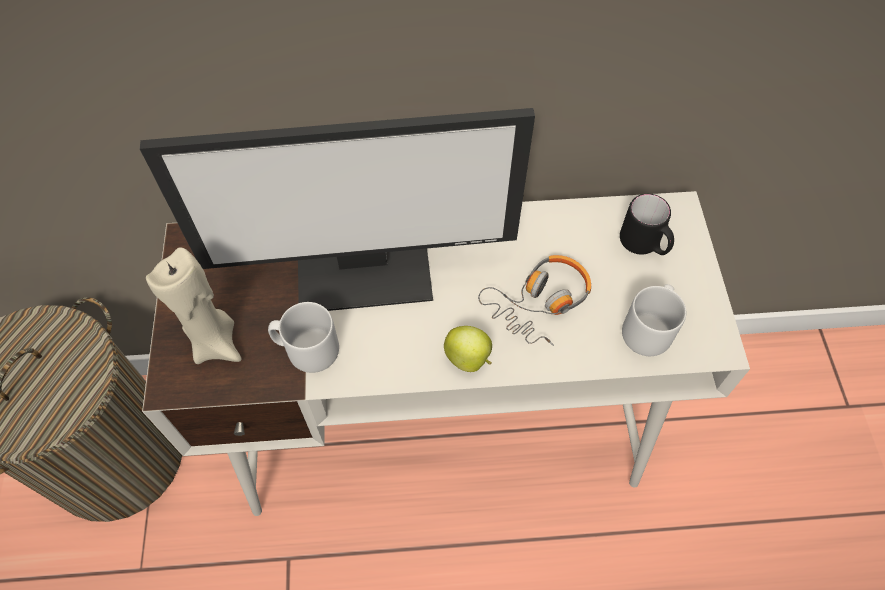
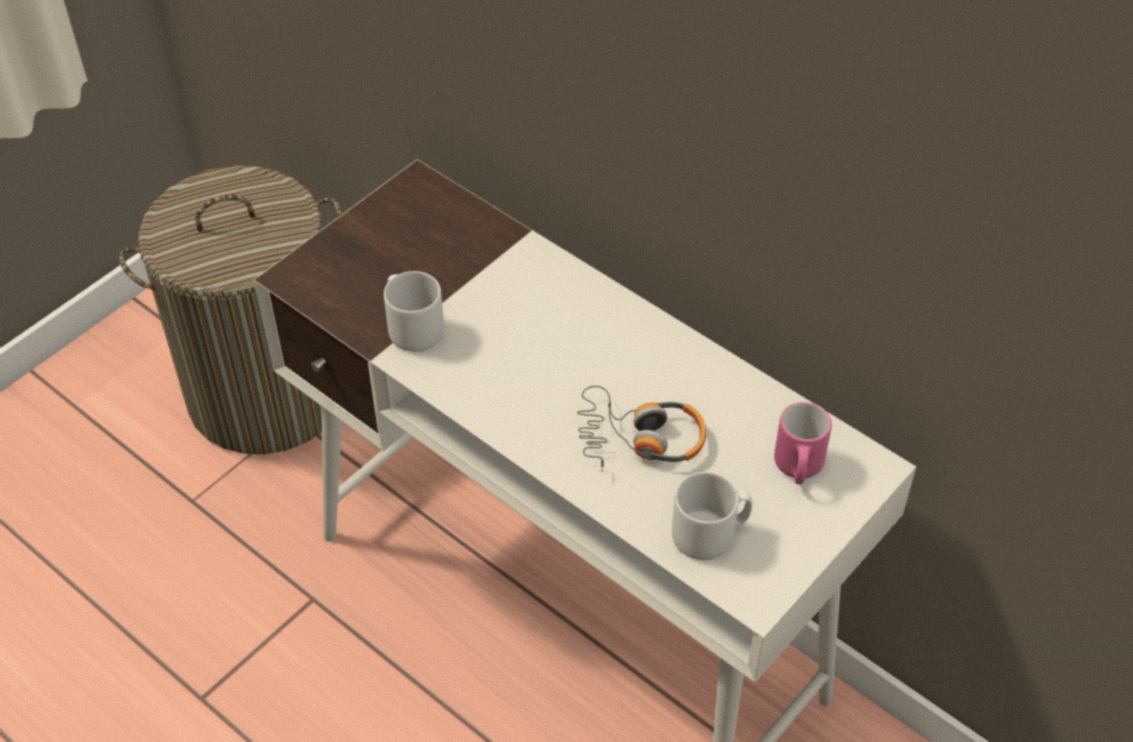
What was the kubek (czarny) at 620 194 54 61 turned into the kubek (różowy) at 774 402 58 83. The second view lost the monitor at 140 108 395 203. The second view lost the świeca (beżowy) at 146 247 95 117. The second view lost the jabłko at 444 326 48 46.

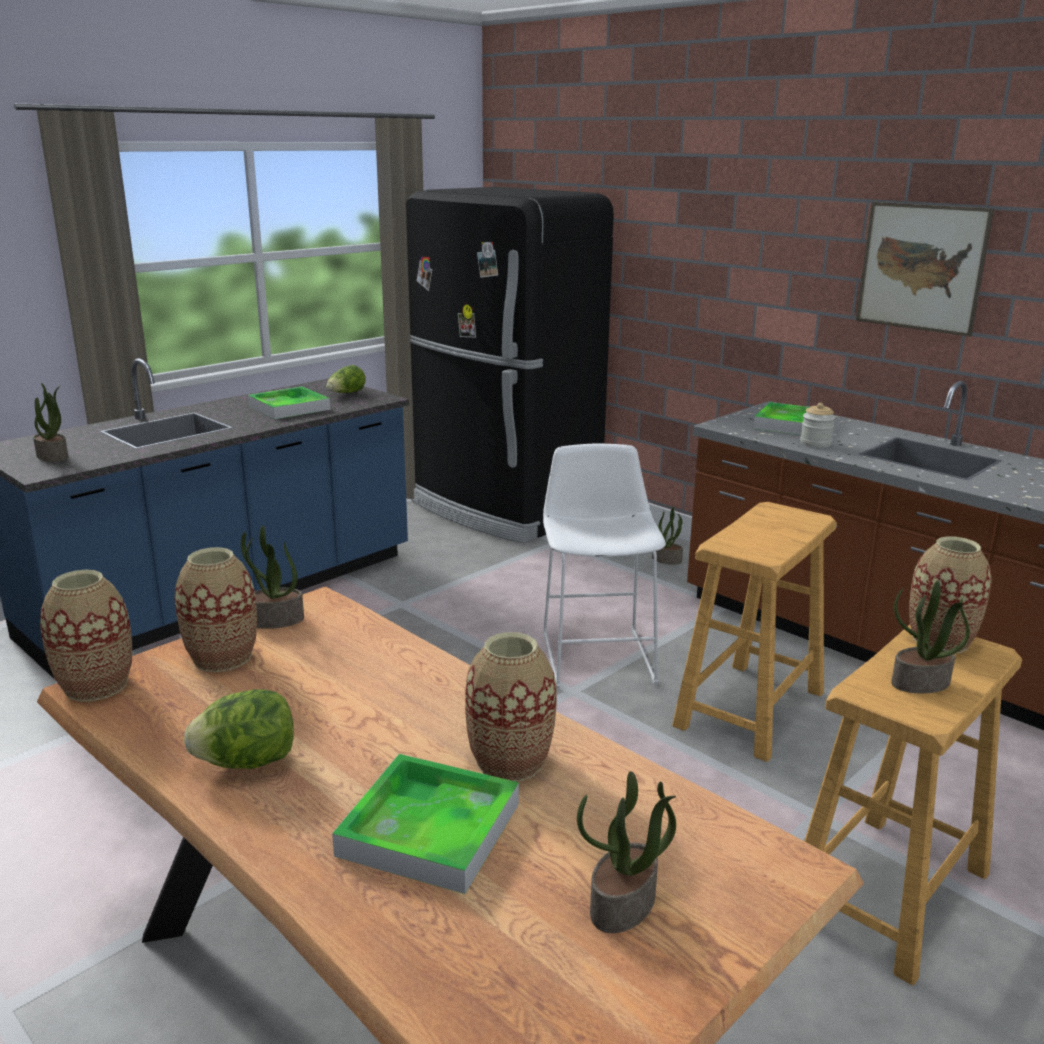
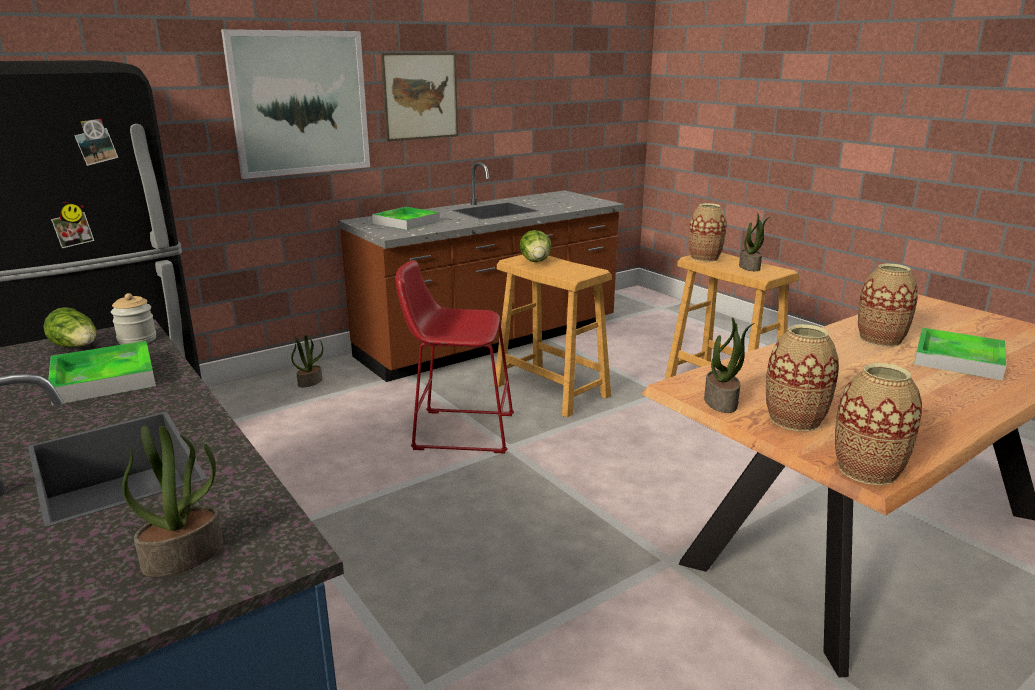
The słoik ended up elsewhere, having gone from 800 403 35 45 to 111 293 45 52. The second view gained the obraz at 221 29 149 150. What was the stołek (biały) at 543 443 123 247 turned into the stołek (czerwony) at 395 260 119 193. The sałata ended up elsewhere, having gone from 184 689 110 80 to 520 230 31 32. The second view lost the roślina doniczkowa at 577 771 99 162.

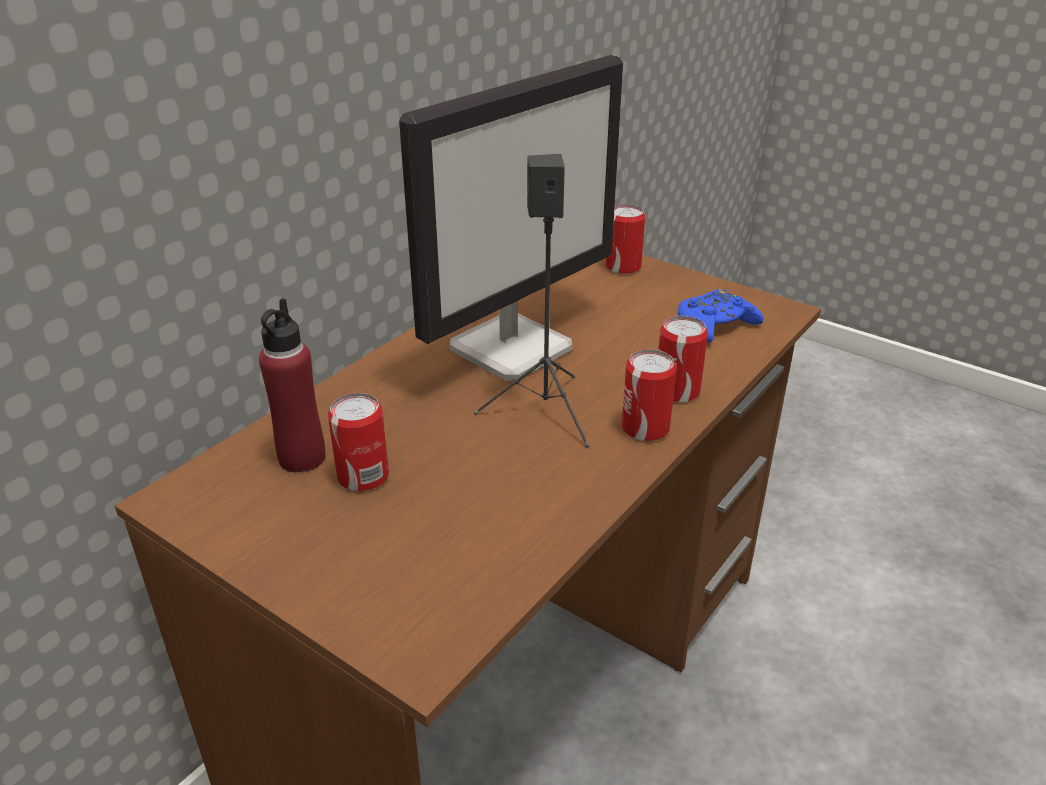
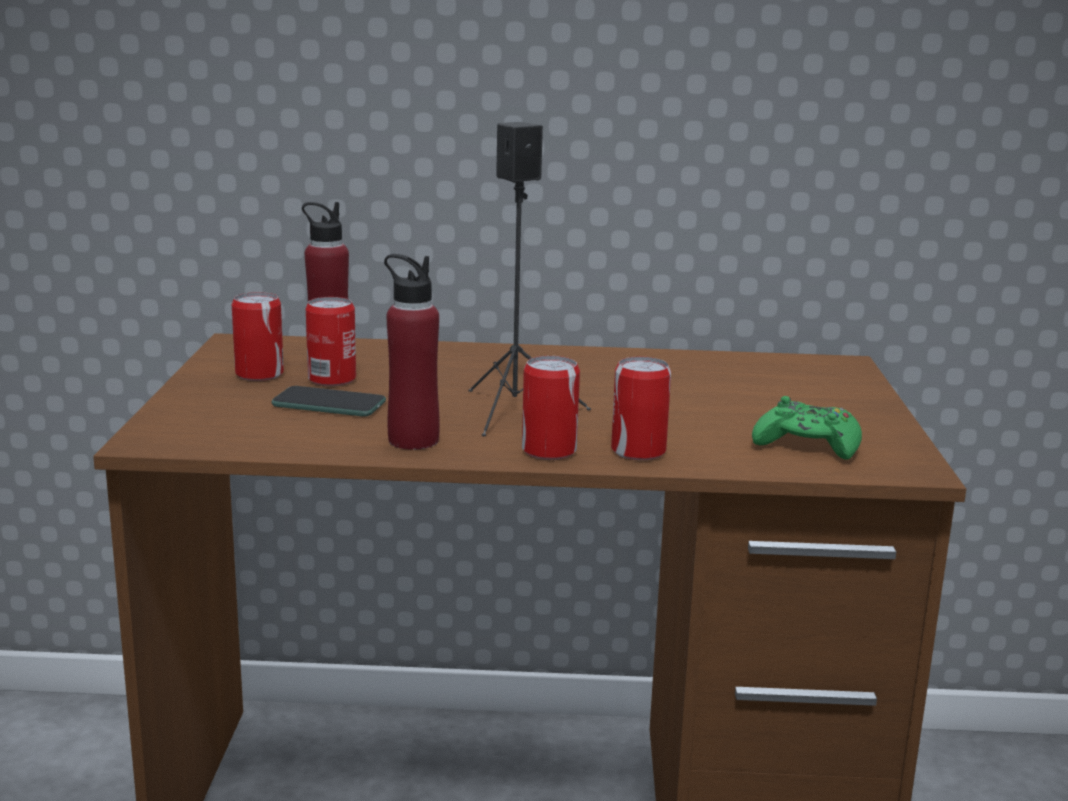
The puszka ended up elsewhere, having gone from 605 204 40 70 to 232 292 52 89. The second view gained the telefon at 272 386 114 30. The second view gained the butelka (czerwony) at 384 254 56 196. What was the pad do gier (niebieski) at 678 289 86 54 turned into the pad do gier (zielony) at 752 396 110 64. The second view lost the monitor at 399 55 224 326.

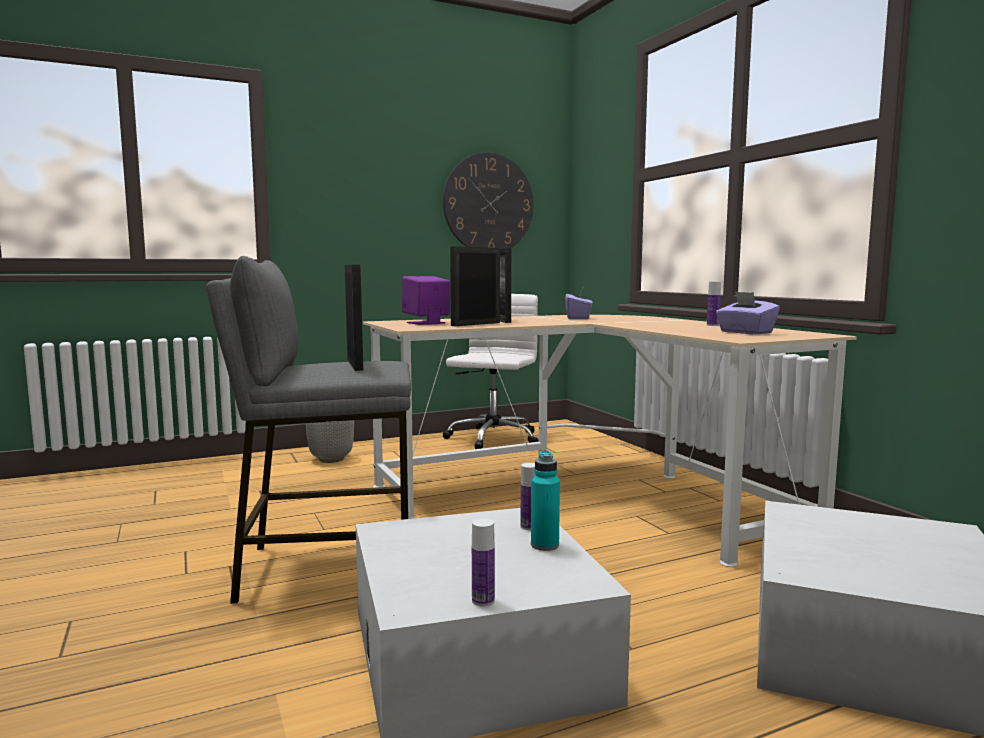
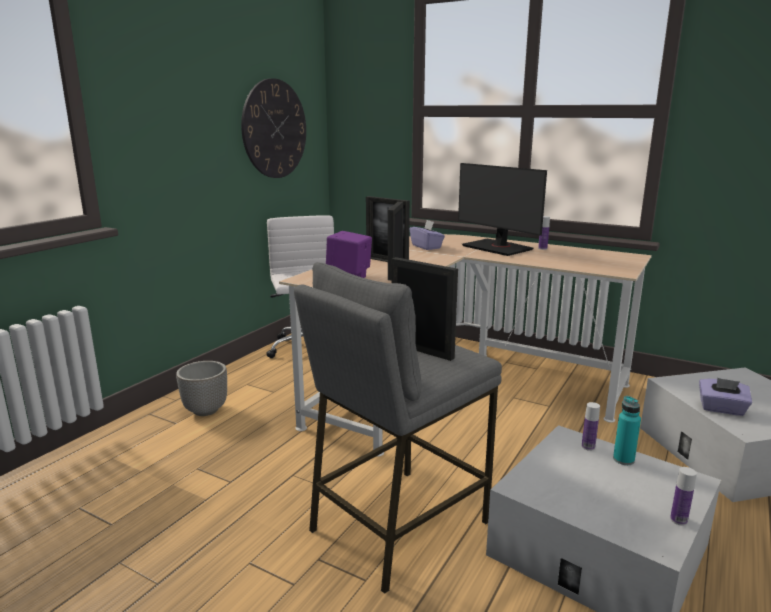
The second view gained the monitor at 458 163 89 93. The pudełko chusteczek (fioletowy) ended up elsewhere, having gone from 716 291 64 43 to 699 378 53 38.

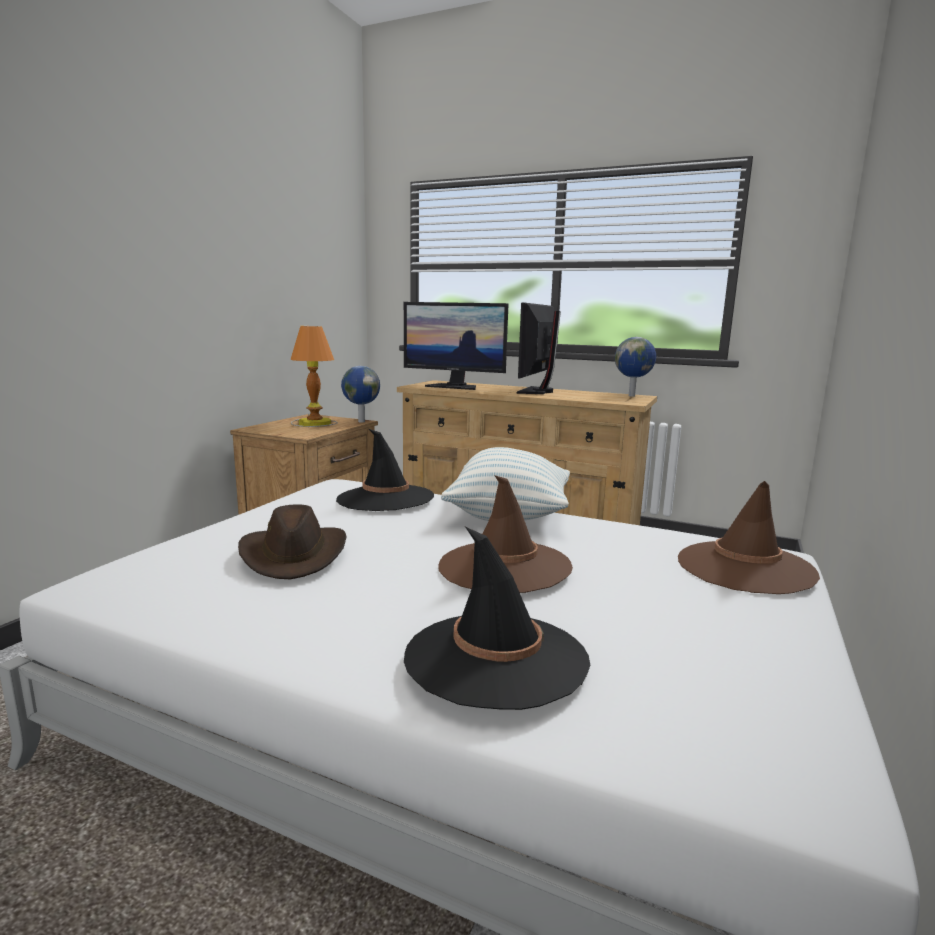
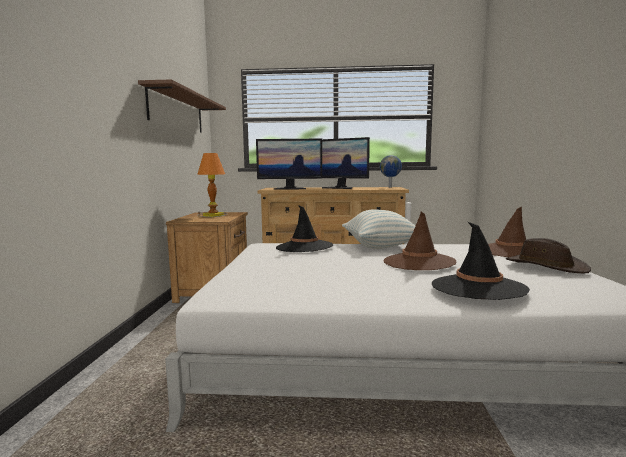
The second view gained the półka (brązowy) at 138 79 88 54. The monitor at 517 302 44 92 ended up facing another way, 60 degrees counterclockwise from before. The kapelusz (brązowy) ended up elsewhere, having gone from 238 504 109 75 to 506 238 85 36. The second view lost the globus at 341 366 39 56.

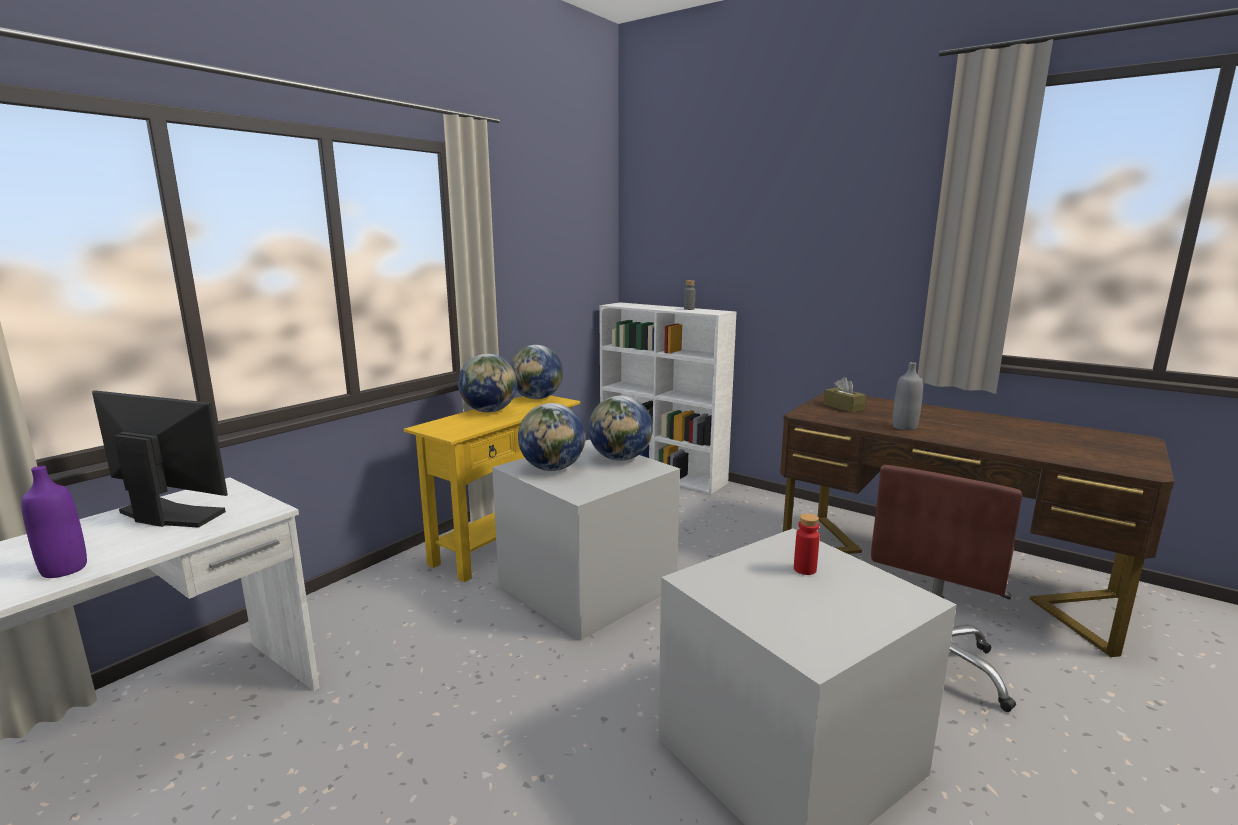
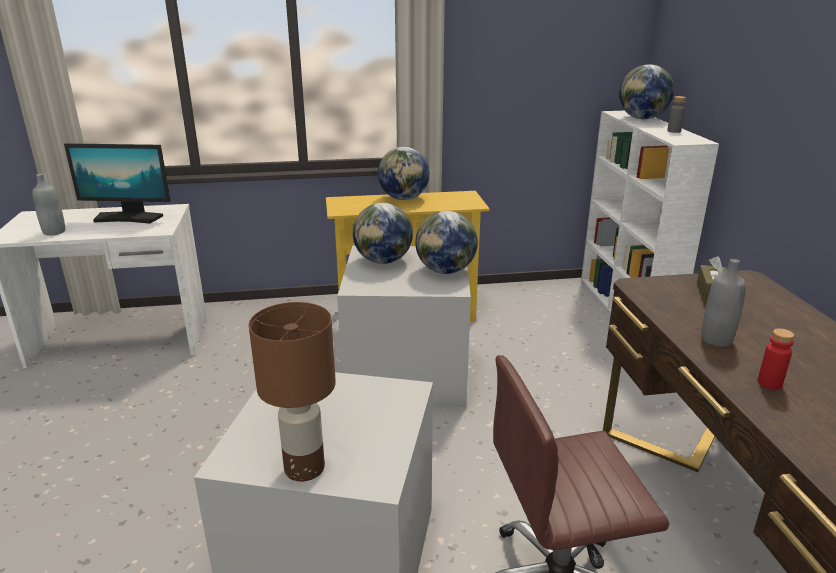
What was the butelka (fioletowy) at 21 466 66 112 turned into the butelka (szary) at 32 174 33 62. The monitor at 92 390 136 138 ended up facing another way, 120 degrees clockwise from before. The second view gained the lampa stołowa (brązowy) at 249 302 87 179. The globus ended up elsewhere, having gone from 510 345 53 54 to 619 64 55 55. The butelka (czerwony) ended up elsewhere, having gone from 794 513 26 62 to 757 328 37 62.

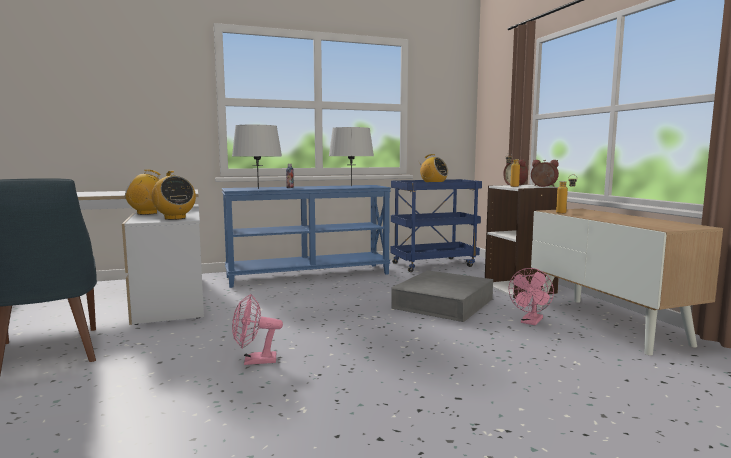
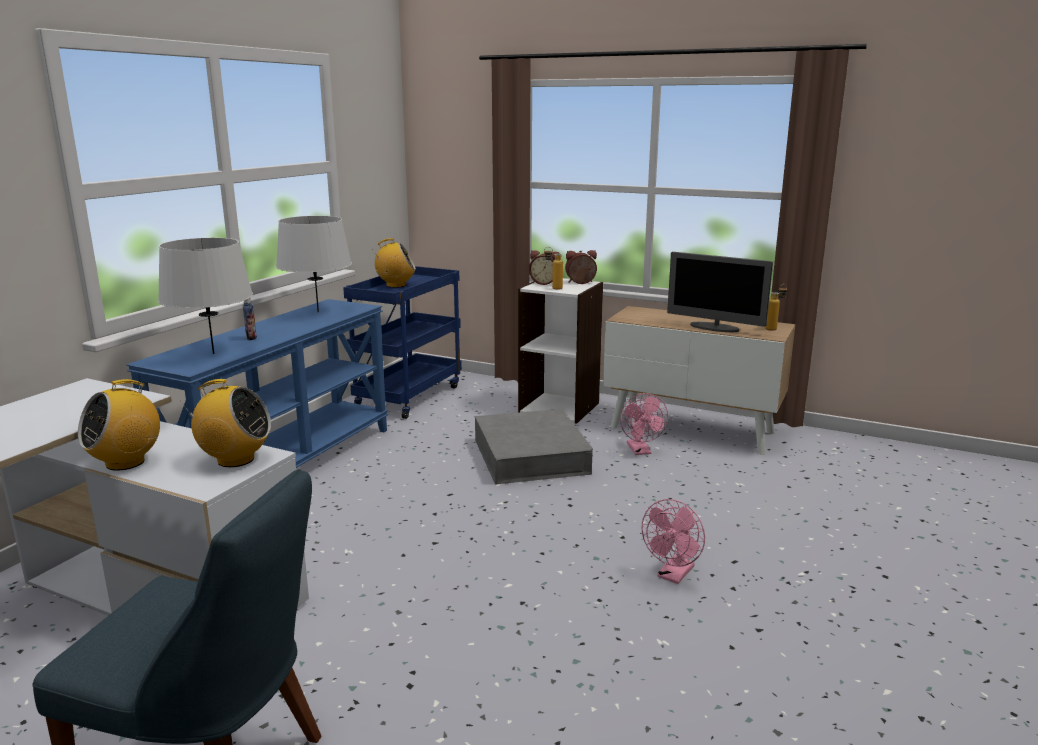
The wentylator (różowy) ended up elsewhere, having gone from 232 294 51 71 to 642 499 63 85. The second view gained the monitor at 667 252 106 80. The butelka ended up elsewhere, having gone from 556 174 21 40 to 765 284 22 47.

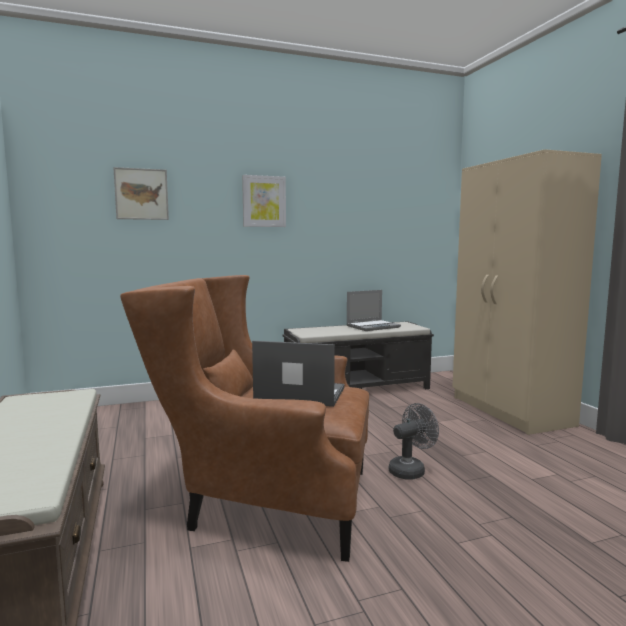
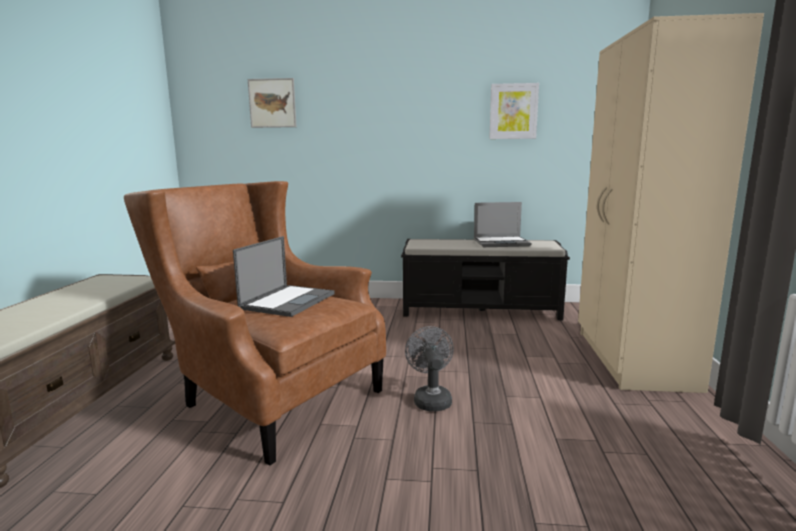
The laptop at 252 341 93 66 ended up facing another way, 75 degrees clockwise from before. The wentylator (szary) at 389 403 50 77 ended up facing another way, 90 degrees counterclockwise from before. The obraz ended up elsewhere, having gone from 242 175 44 52 to 489 83 50 56.

